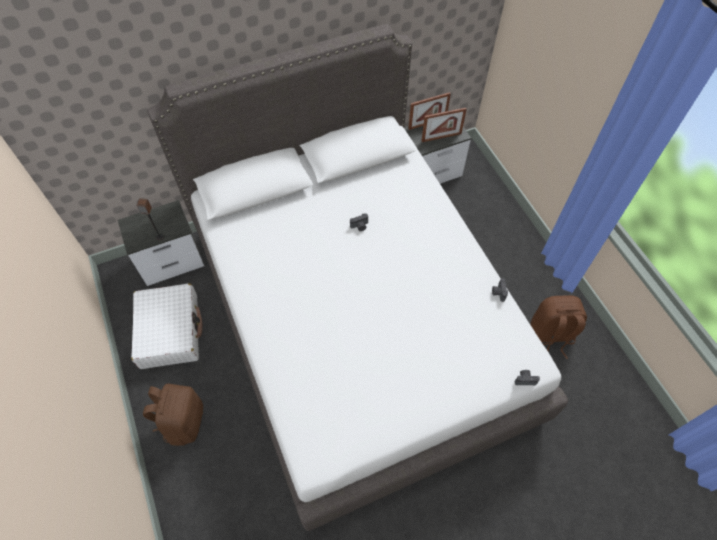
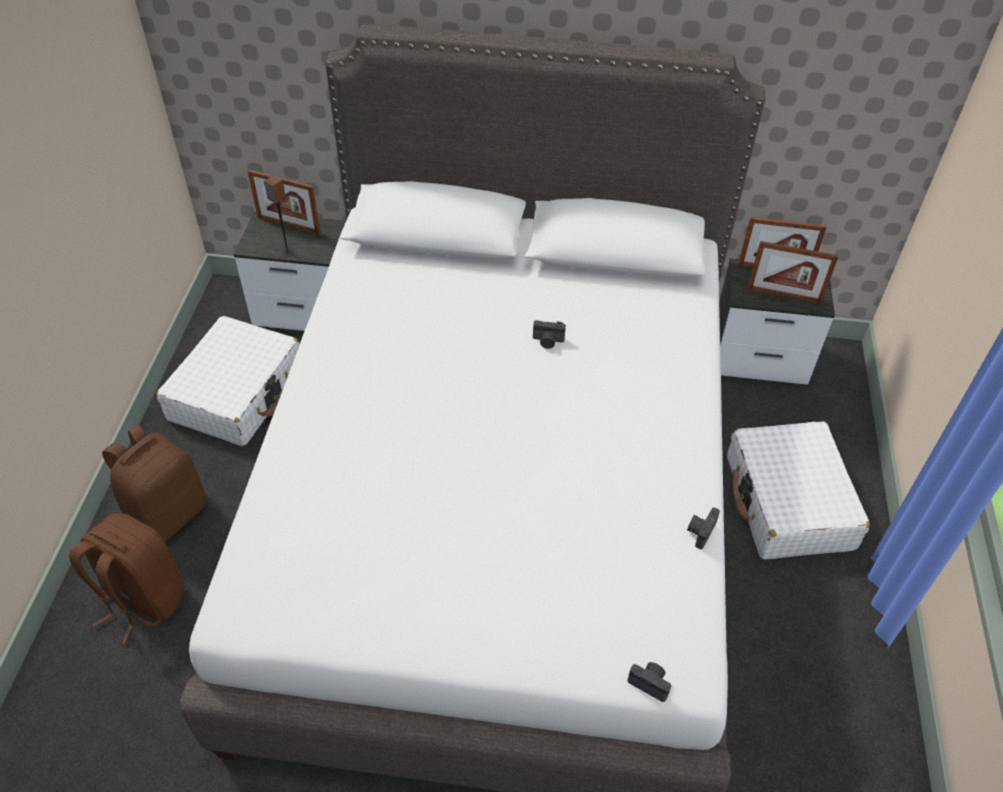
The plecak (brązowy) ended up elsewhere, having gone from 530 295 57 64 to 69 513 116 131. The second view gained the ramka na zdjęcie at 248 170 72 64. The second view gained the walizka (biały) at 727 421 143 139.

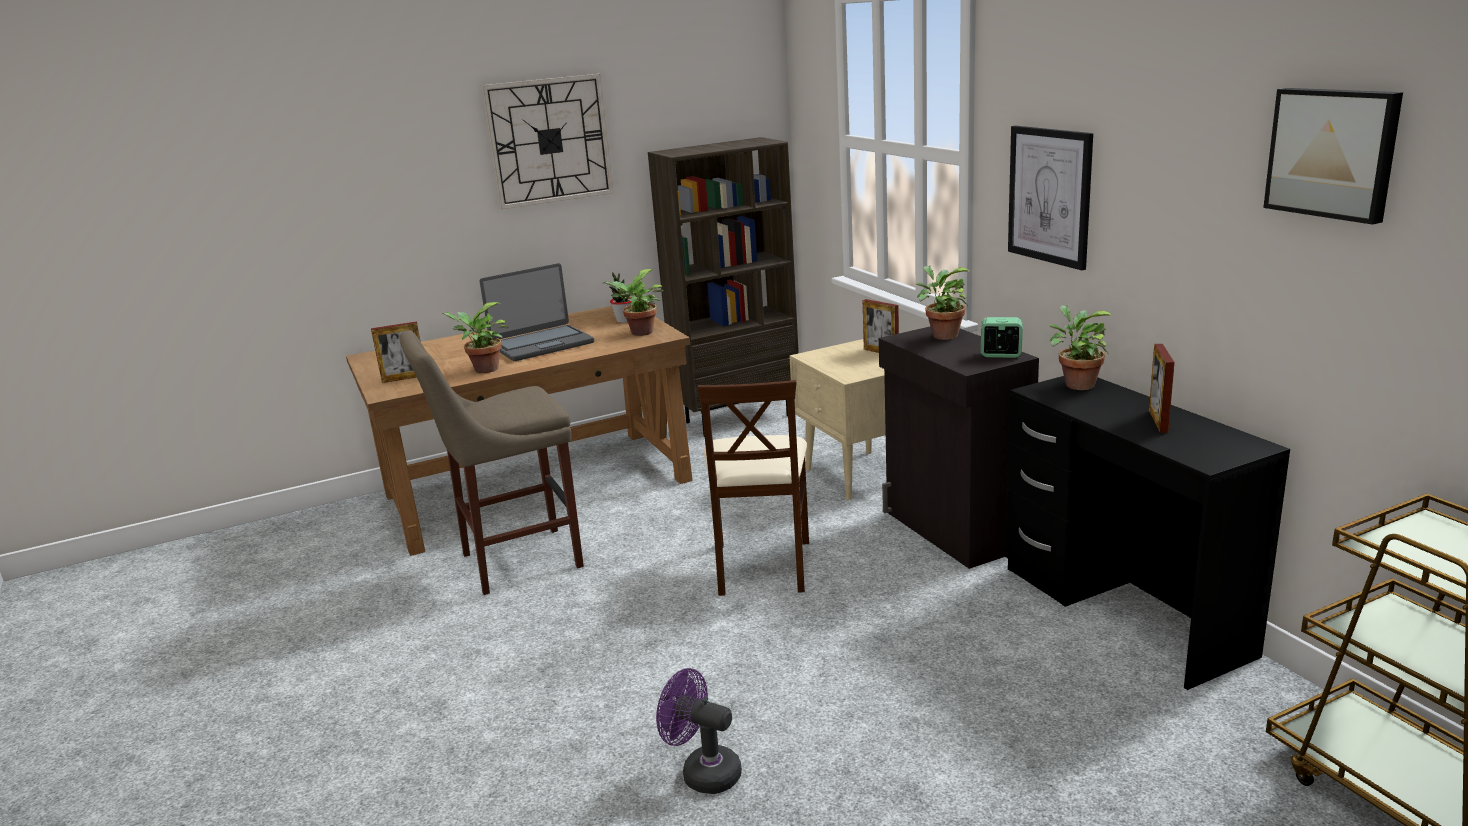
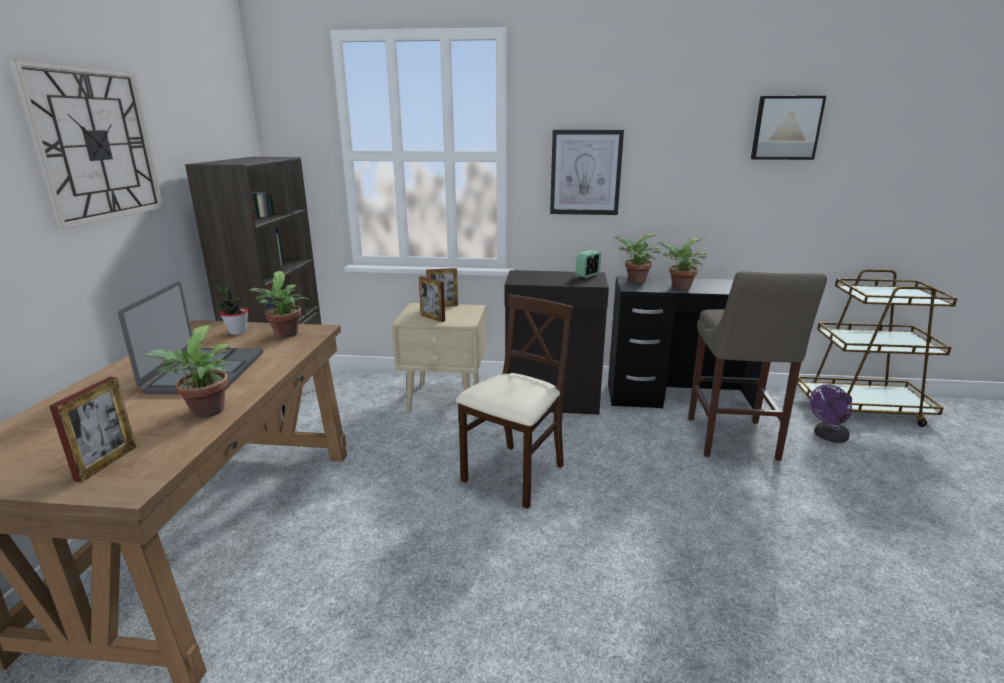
The ramka na zdjęcie ended up elsewhere, having gone from 1149 344 26 89 to 419 276 26 46. The krzesło (beżowy) at 698 380 111 216 ended up facing another way, 90 degrees counterclockwise from before. The roślina doniczkowa ended up elsewhere, having gone from 916 266 54 74 to 657 238 50 53. The stołek (beżowy) ended up elsewhere, having gone from 400 330 184 265 to 688 271 139 190. The wentylator (fioletowy) ended up elsewhere, having gone from 656 668 86 126 to 810 384 42 59.

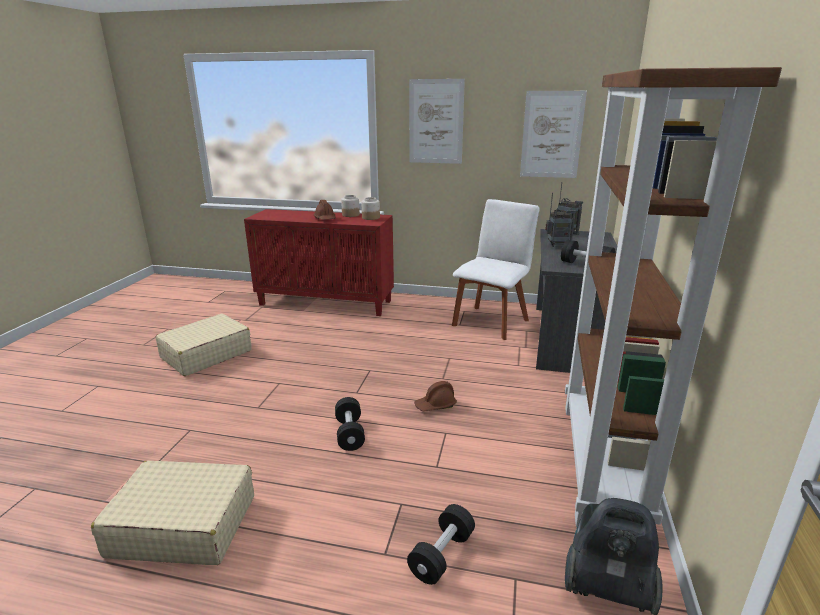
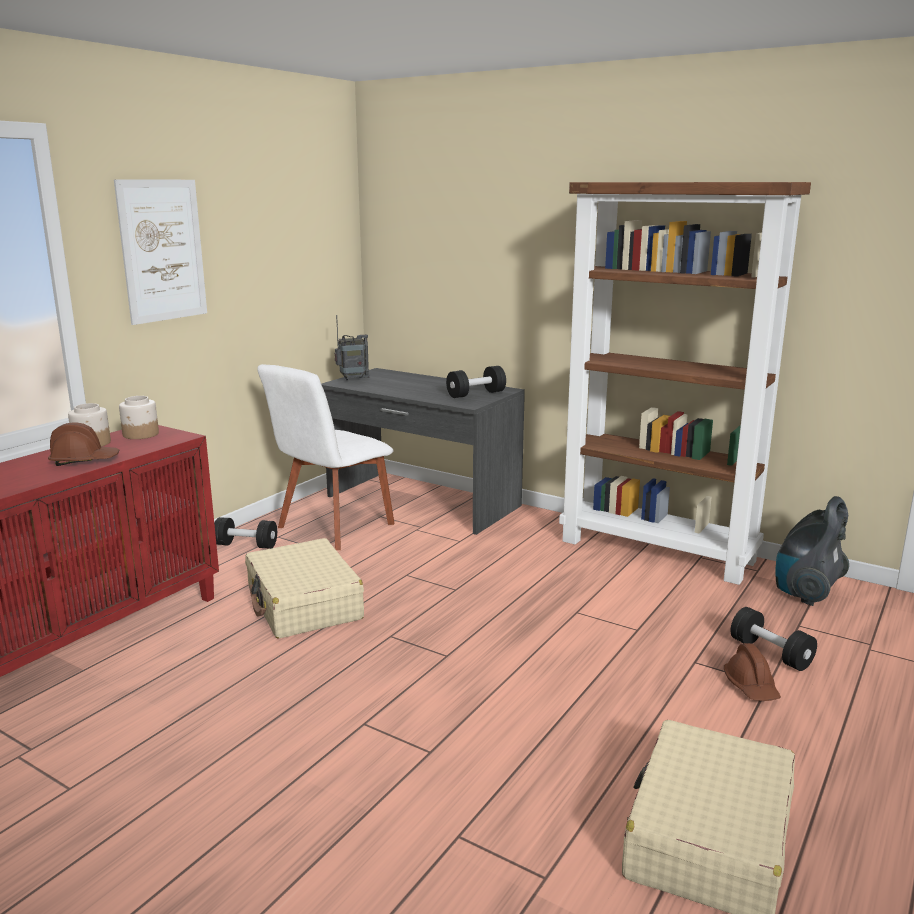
The hantel (czarny) ended up elsewhere, having gone from 335 397 30 54 to 214 517 63 32. The walizka (beżowy) ended up elsewhere, having gone from 155 314 96 62 to 245 538 119 101. The krzesło (biały) at 452 199 88 141 ended up facing another way, 105 degrees counterclockwise from before. The kask (brązowy) ended up elsewhere, having gone from 414 381 43 31 to 724 643 57 58. The second view lost the obraz at 520 91 67 87. The second view lost the radio at 545 193 31 54.

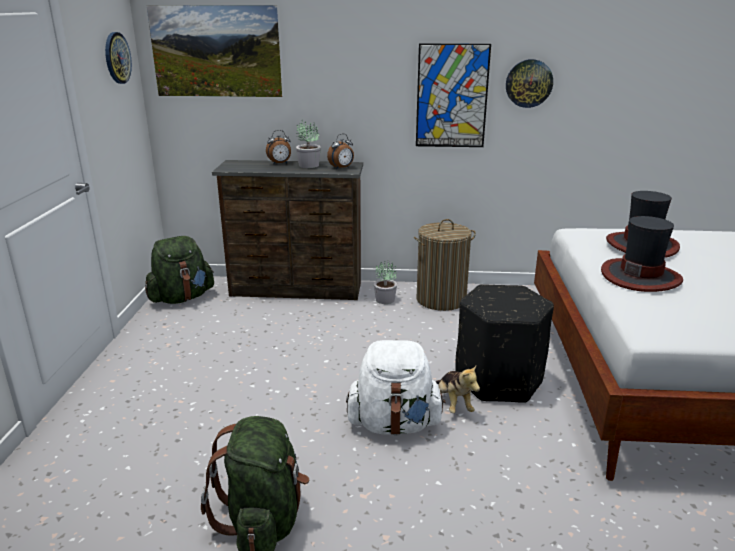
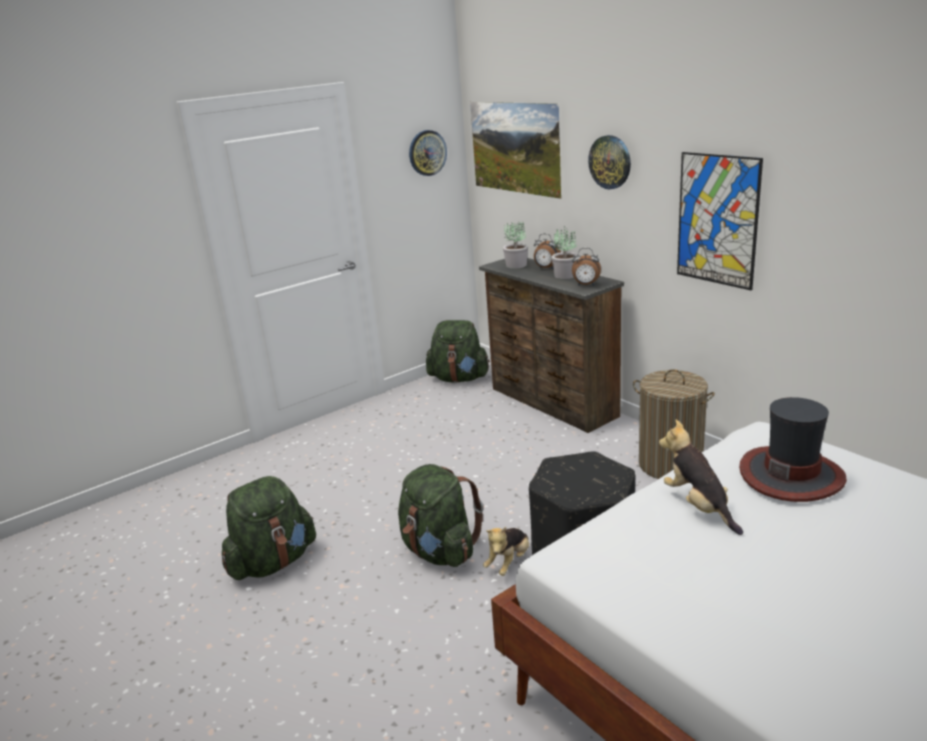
What was the plecak (biały) at 346 340 100 95 turned into the plecak (zielony) at 398 464 85 103. The roślina doniczkowa ended up elsewhere, having gone from 374 260 23 44 to 503 222 25 46. The zegar ścienny ended up elsewhere, having gone from 506 59 47 49 to 588 135 43 54. Where the kapelusz stood at 601 216 82 76, the pluszak came to stand at 659 420 84 115.

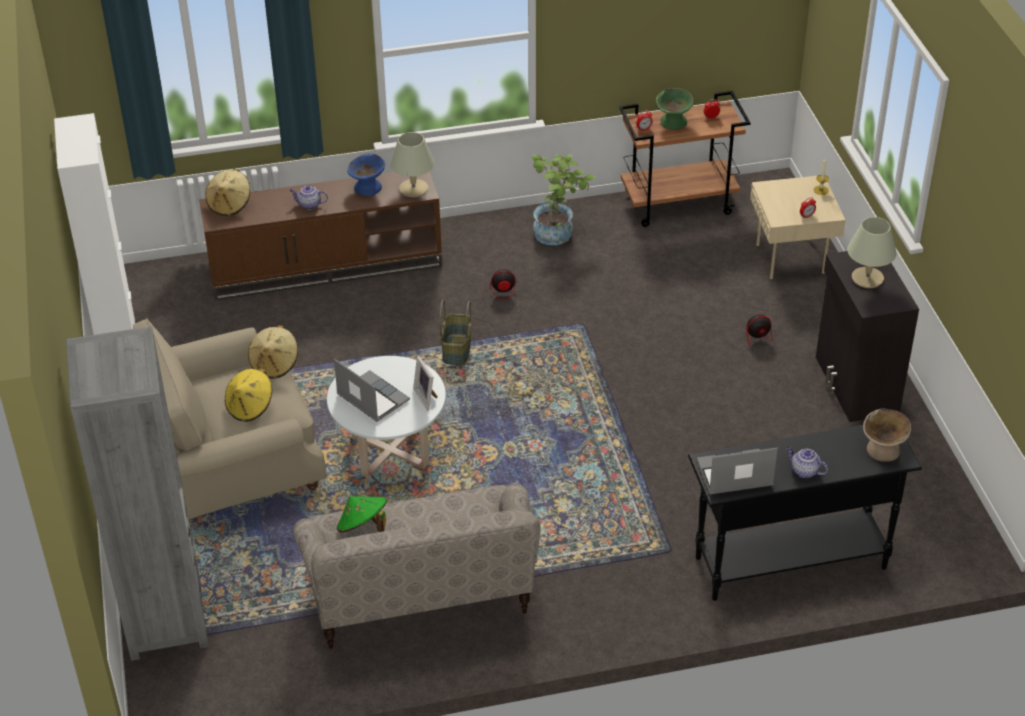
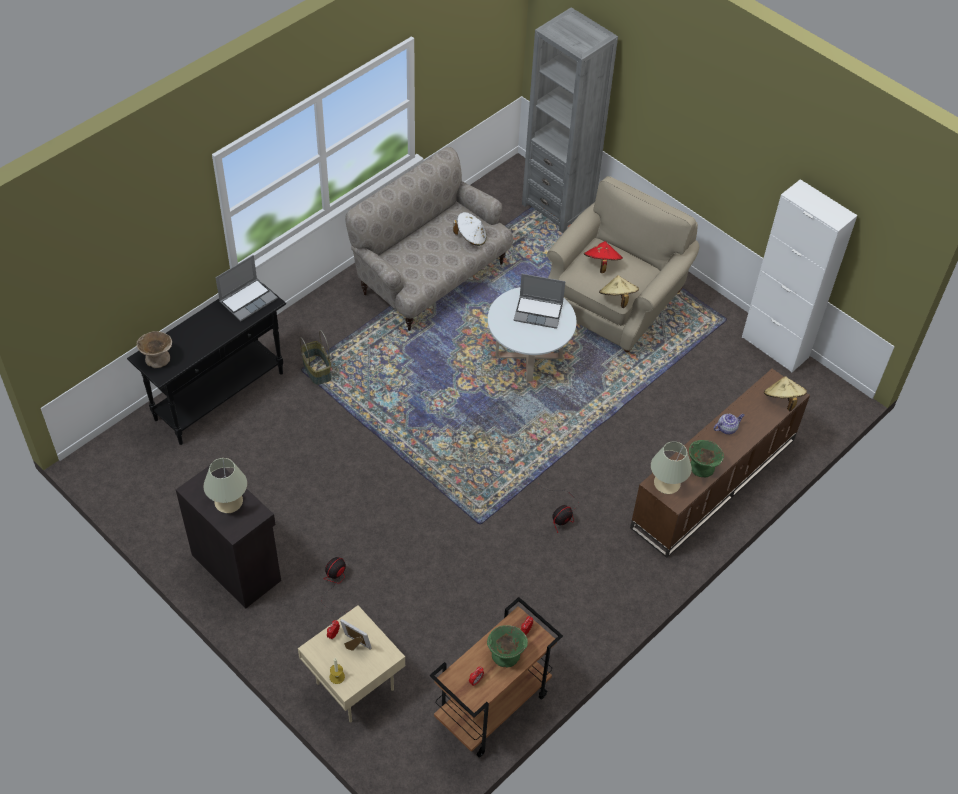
The koszyk ended up elsewhere, having gone from 439 299 33 66 to 299 330 32 55. The ramka na zdjęcie ended up elsewhere, having gone from 413 356 24 55 to 340 619 32 32. What was the kapelusz (zielony) at 337 496 50 36 turned into the kapelusz (biały) at 453 212 34 34. What was the kapelusz (żółty) at 225 369 47 53 turned into the kapelusz (czerwony) at 584 241 39 32. What was the miska (niebieski) at 347 154 38 42 turned into the miska (zielony) at 689 440 35 38. The second view lost the roślina doniczkowa at 531 155 65 90. The second view lost the imbryk at 786 447 42 31.

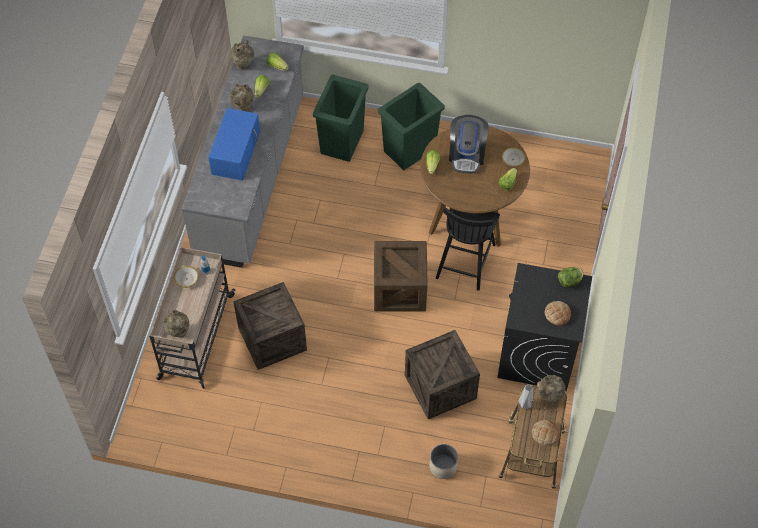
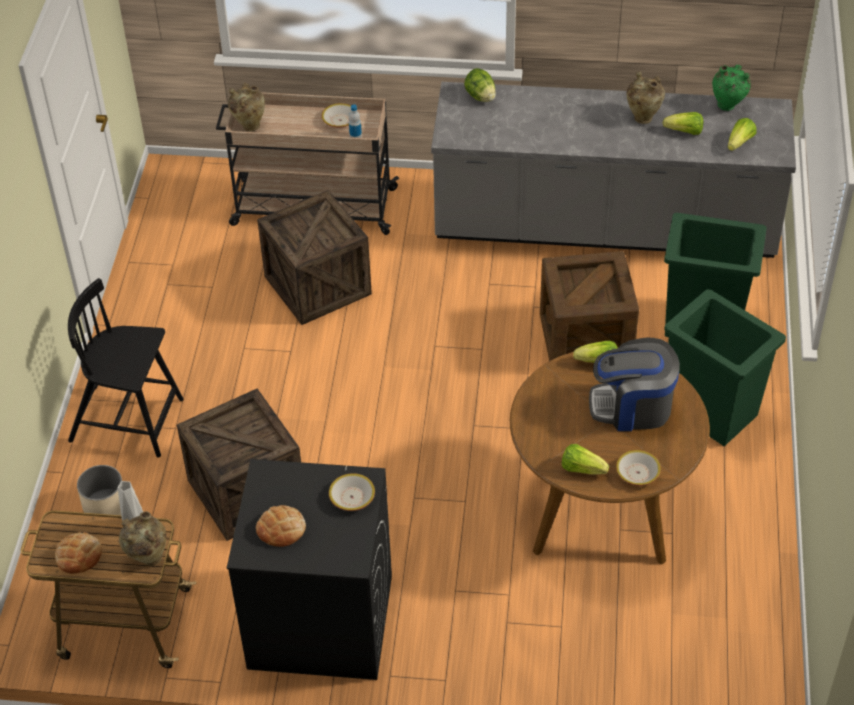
The krzesło (czarny) ended up elsewhere, having gone from 436 207 64 84 to 68 278 116 180. The second view gained the miska at 329 473 46 38. The sałata ended up elsewhere, having gone from 558 267 25 20 to 464 68 32 34. The skrzynka ended up elsewhere, having gone from 374 241 54 71 to 540 251 99 110. What was the wazon (beżowy) at 230 40 24 30 turned into the wazon (zielony) at 712 65 39 46. The second view lost the mikrofalówka (niebieski) at 208 108 52 73.

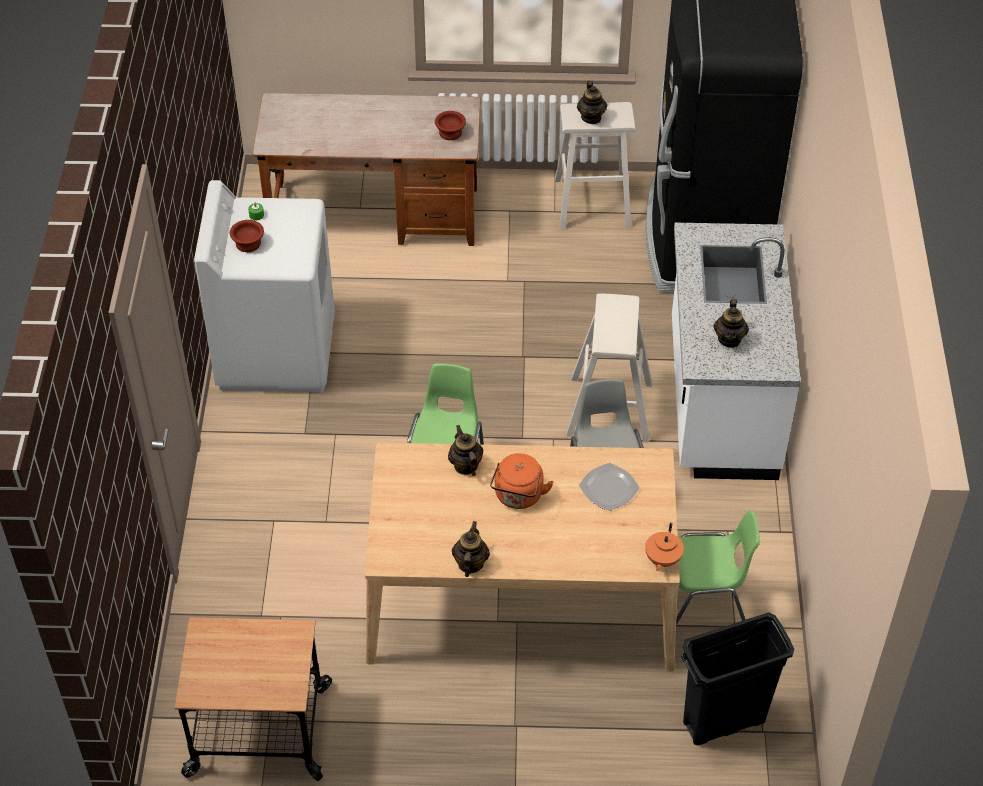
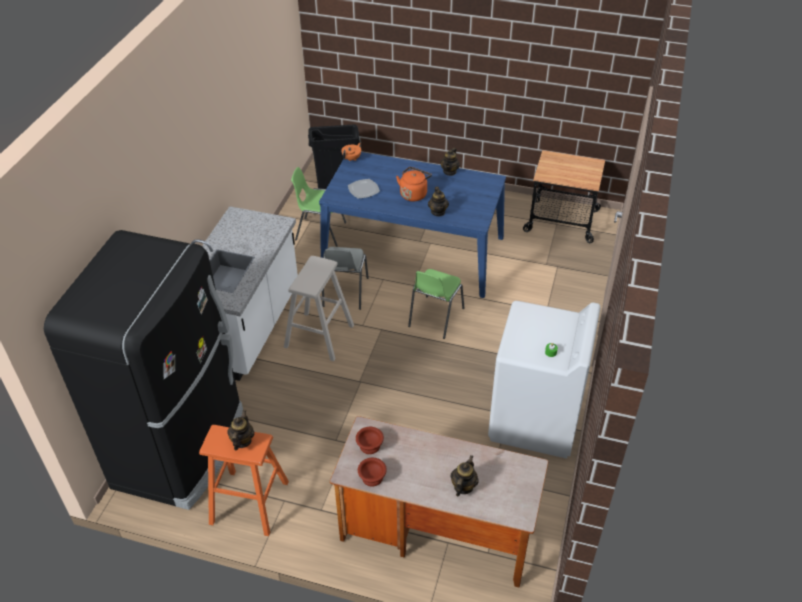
What was the stołek (beżowy) at 555 102 80 128 turned into the stołek (pomarańczowy) at 199 425 90 111. What was the stół jadalny (beżowy) at 365 442 315 229 turned into the stół jadalny (niebieski) at 319 152 187 146. The miska (brązowy) ended up elsewhere, having gone from 230 220 34 32 to 358 458 29 29. The imbryk ended up elsewhere, having gone from 714 299 35 49 to 450 455 29 42.

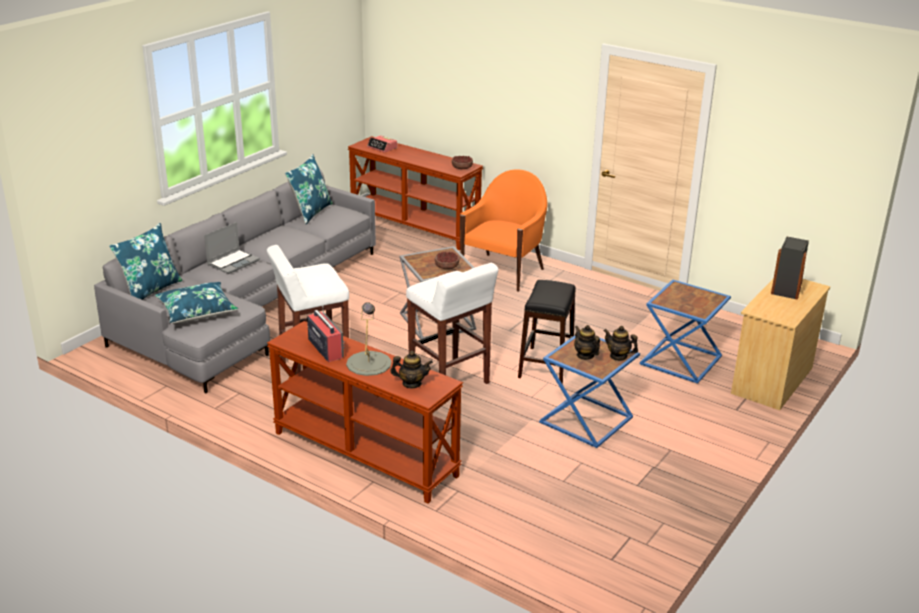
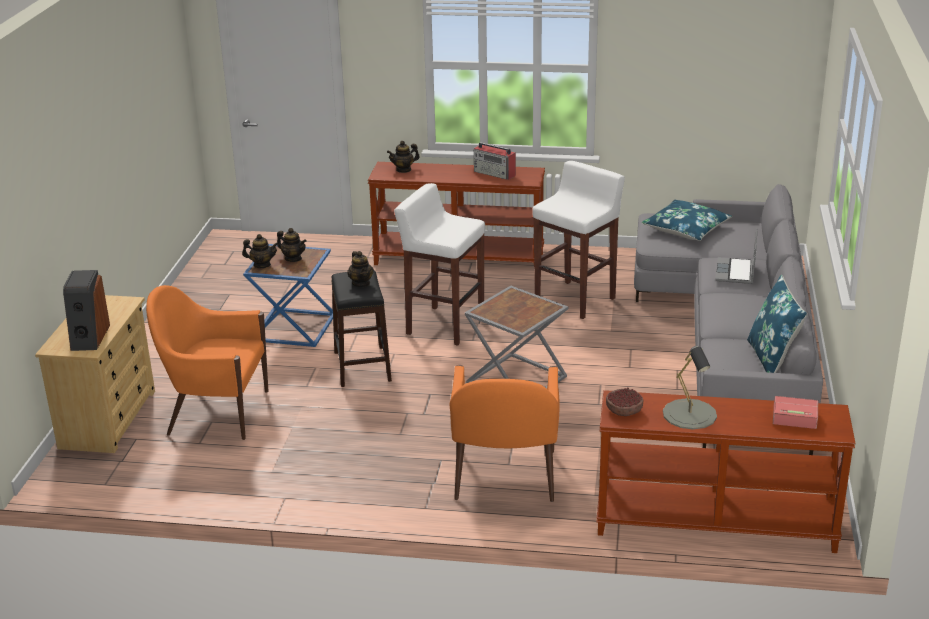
Where the stolik (niebieski) stood at 640 279 91 104, the fotel (pomarańczowy) came to stand at 146 285 122 155. The second view gained the imbryk at 347 251 27 36. The lampa stołowa (szary) ended up elsewhere, having gone from 346 302 46 74 to 663 346 54 83. The second view lost the poduszka (niebieski) at 109 223 73 77. The second view lost the miska at 435 252 24 17.

